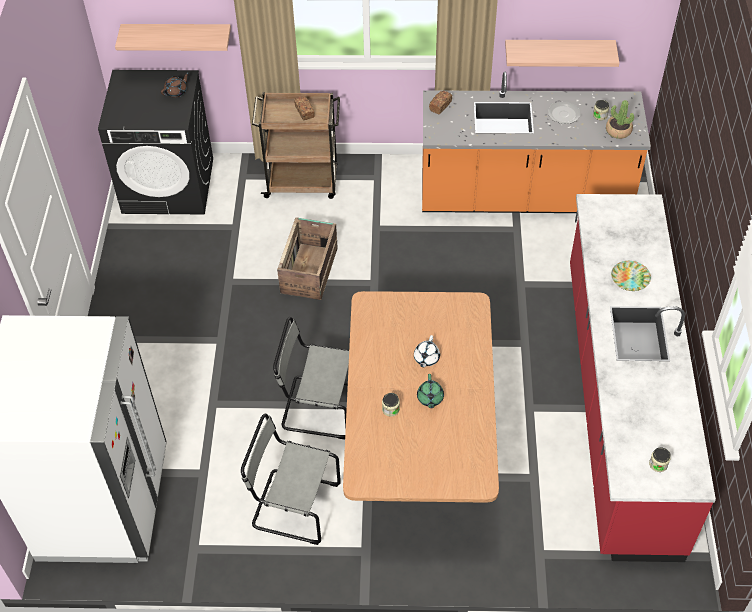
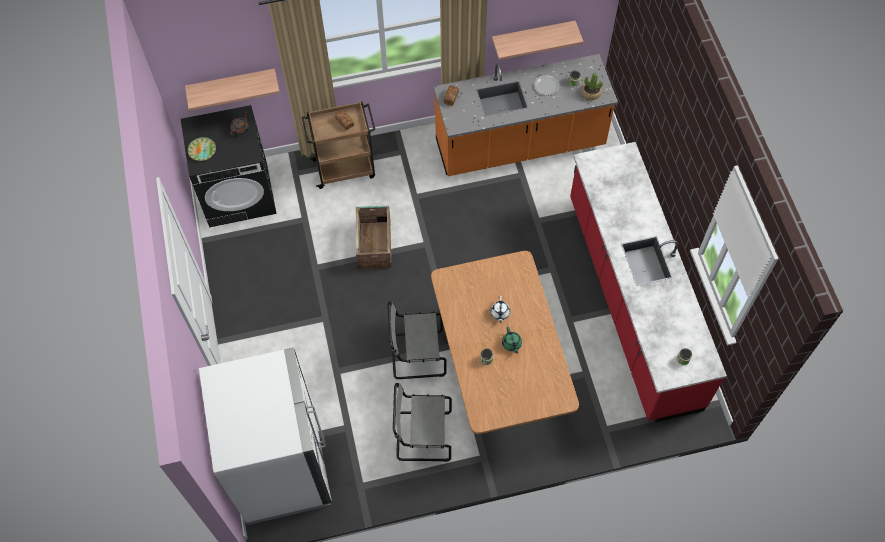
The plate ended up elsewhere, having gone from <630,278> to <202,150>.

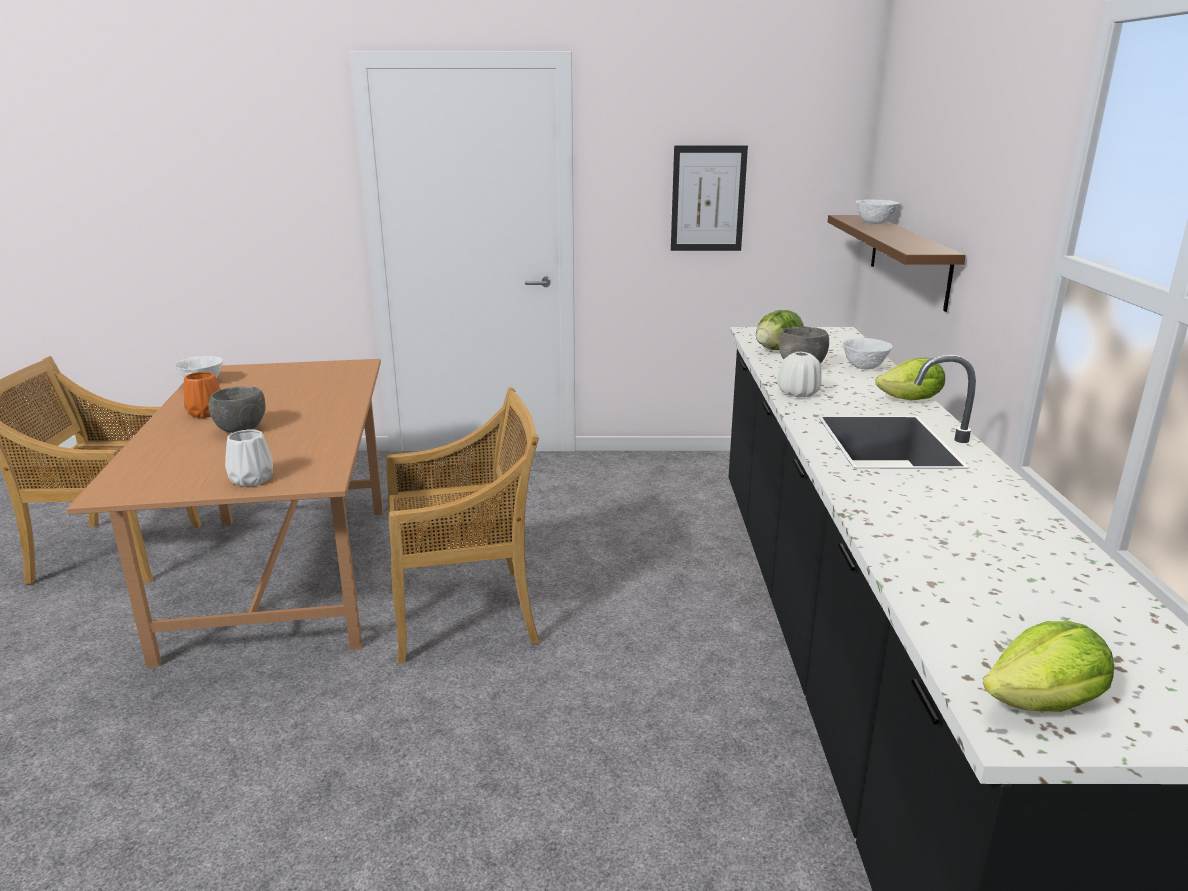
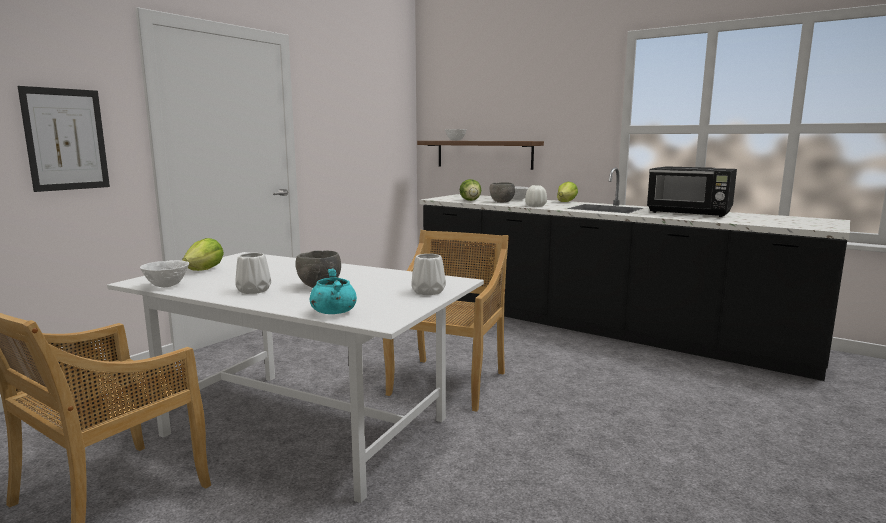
The wall picture ended up elsewhere, having gone from <708,199> to <66,139>. What was the dinner table (brownish) at <285,578> turned into the dinner table (white) at <309,426>. What was the decorative vase (orangey) at <207,413> turned into the decorative vase (white) at <254,290>. The lettuce head ended up elsewhere, having gone from <1043,704> to <205,270>. The second view gained the kitchen microwave (black-coloured) at <690,213>. The second view gained the saucepot (blue-green) at <333,312>.

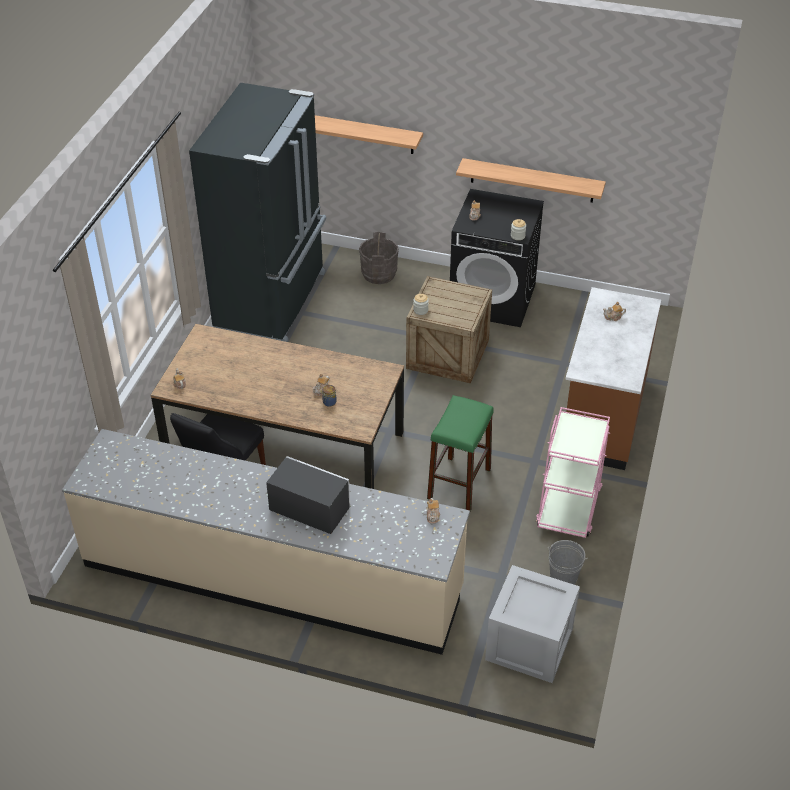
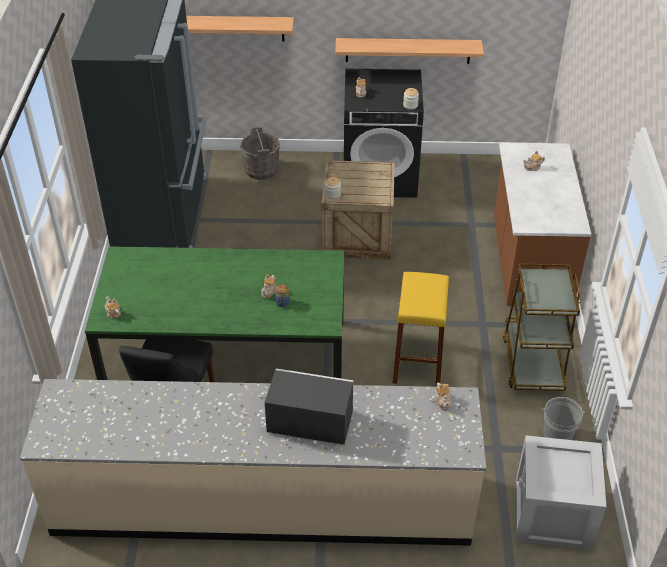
What was the dinner table (brownish) at <283,447> turned into the dinner table (green) at <226,359>. What was the sitting stool (green) at <459,483> turned into the sitting stool (yellow-coloured) at <418,361>. What was the wheeled cart (pink-coloured) at <568,506> turned into the wheeled cart (brownish) at <532,362>.

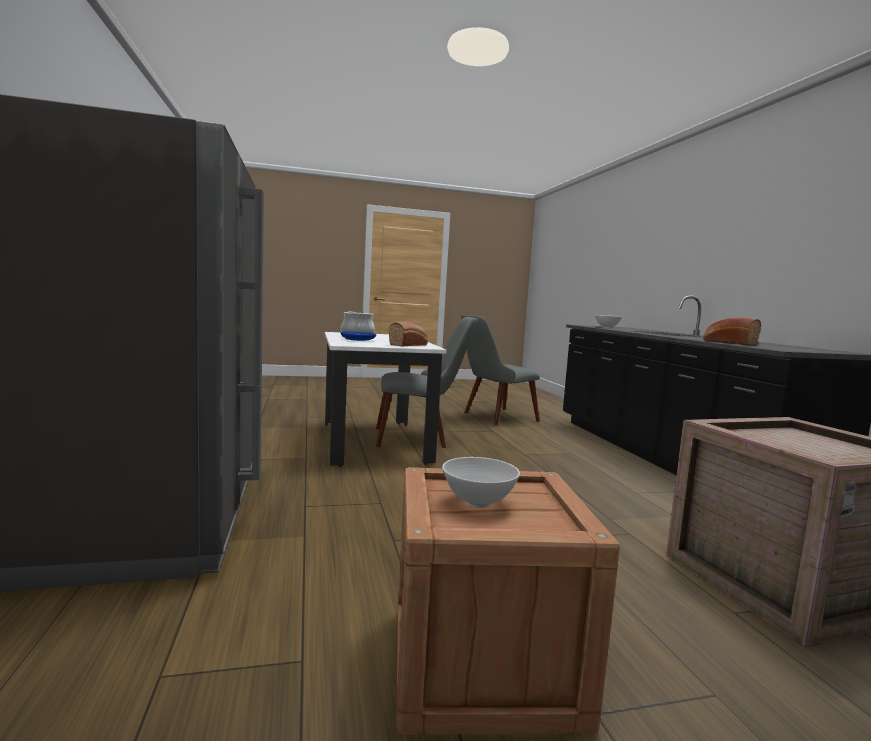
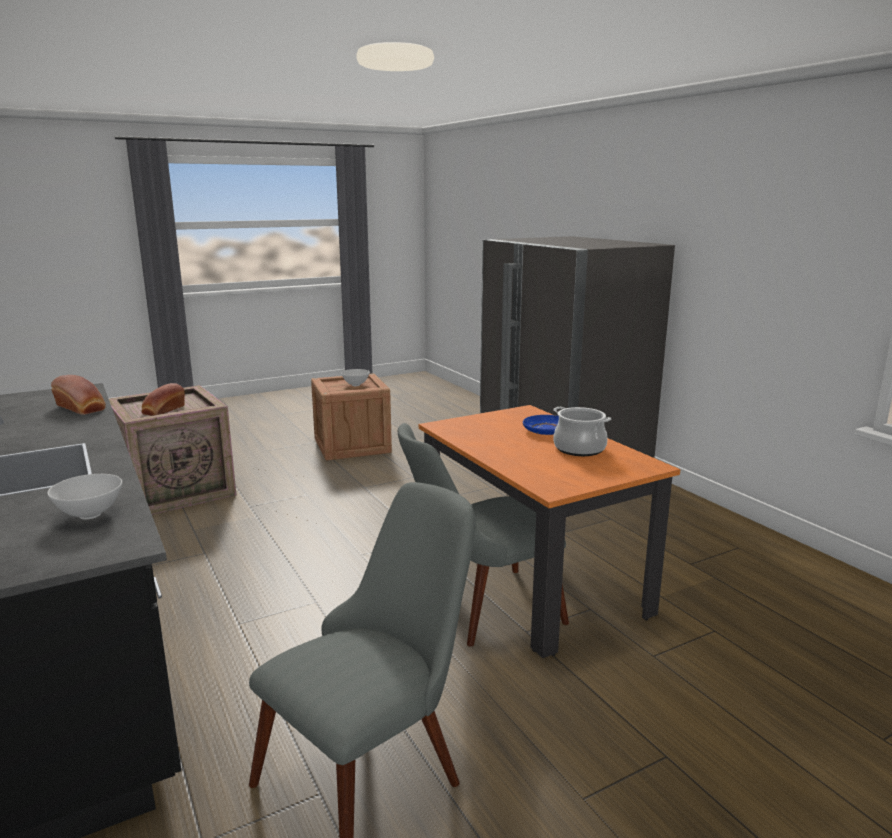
The bakery bread ended up elsewhere, having gone from <409,345> to <163,410>. What was the dinner table (white) at <373,441> turned into the dinner table (orangey) at <532,582>.

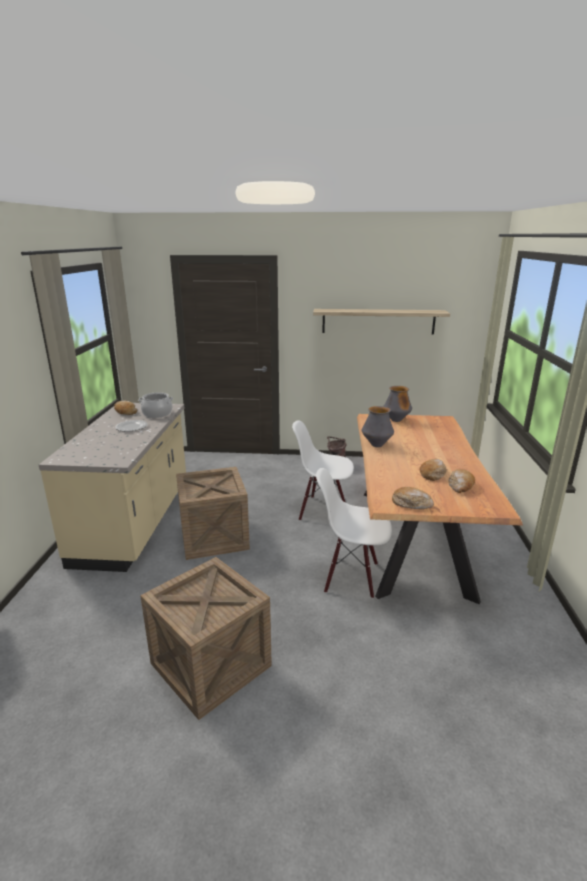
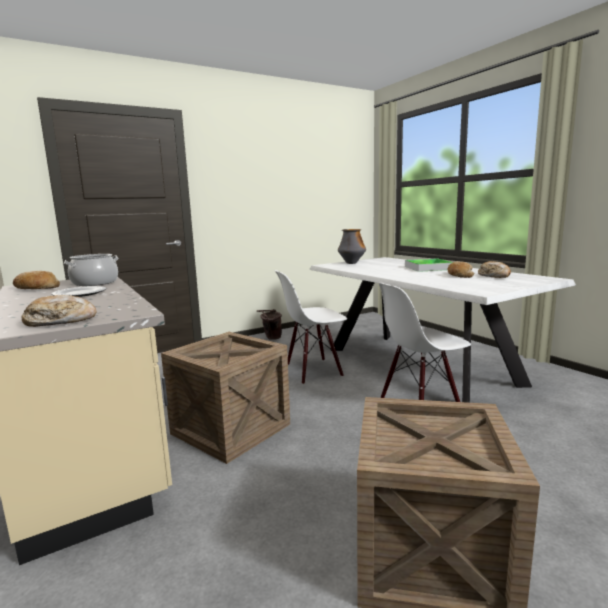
The second view lost the shelf at <378,321>. The second view lost the decorative vase at <376,445>. What was the dinner table (brownish) at <411,539> turned into the dinner table (white) at <417,366>. The bakery bread ended up elsewhere, having gone from <411,503> to <60,321>. The second view gained the carrying tray at <428,268>.

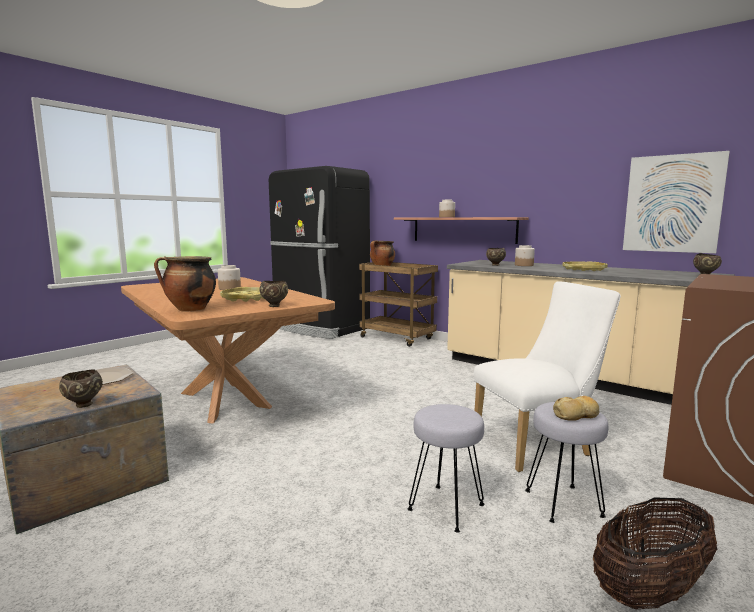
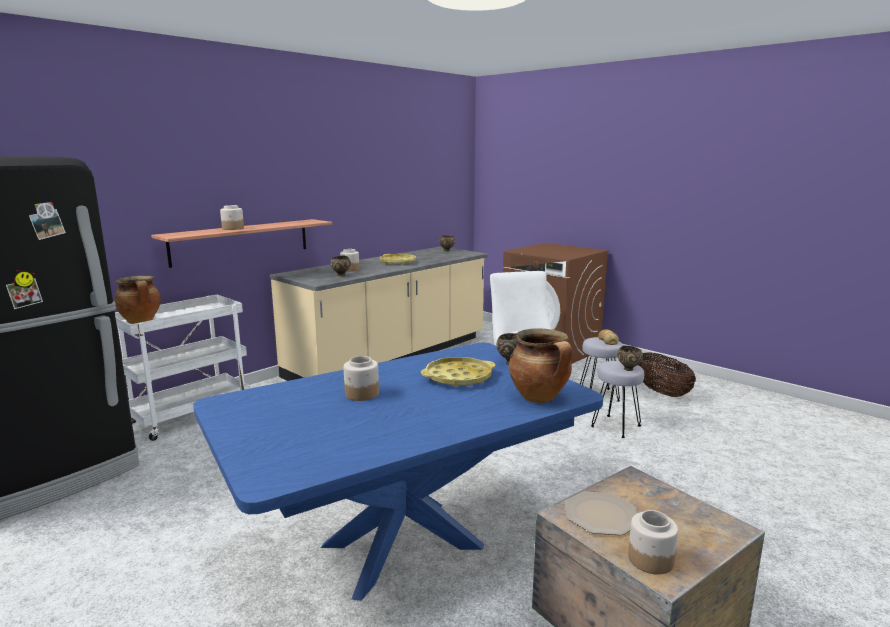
The second view lost the wall picture at <672,203>. What was the wheeled cart (brownish) at <398,338> turned into the wheeled cart (white) at <191,415>. What was the dinner table (brownish) at <224,400> turned into the dinner table (blue-coloured) at <403,547>. The bowl (brownish) ended up elsewhere, having gone from <83,405> to <629,369>. The second view gained the jar at <650,559>.

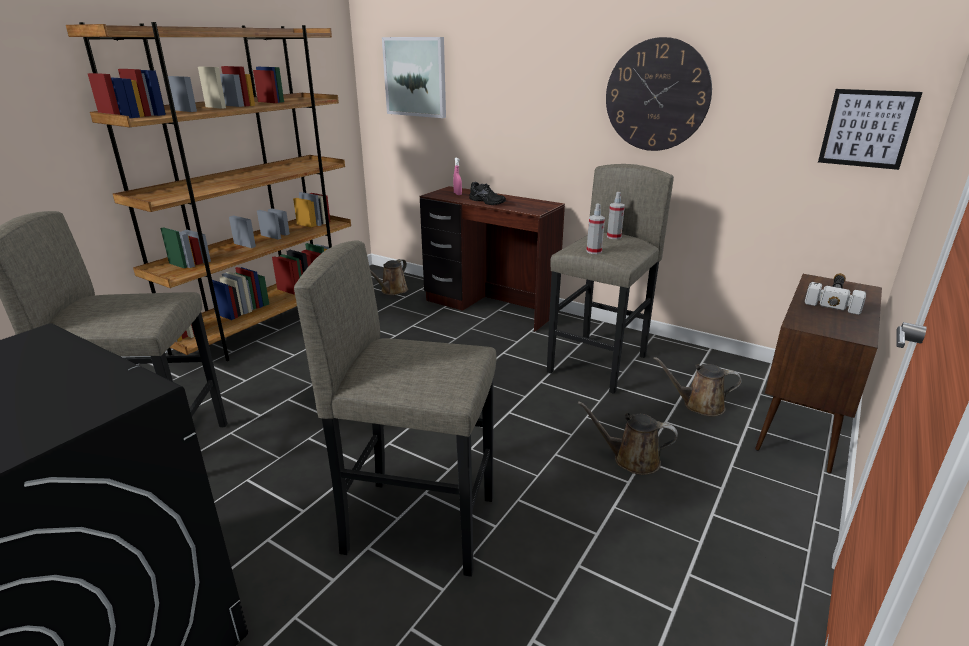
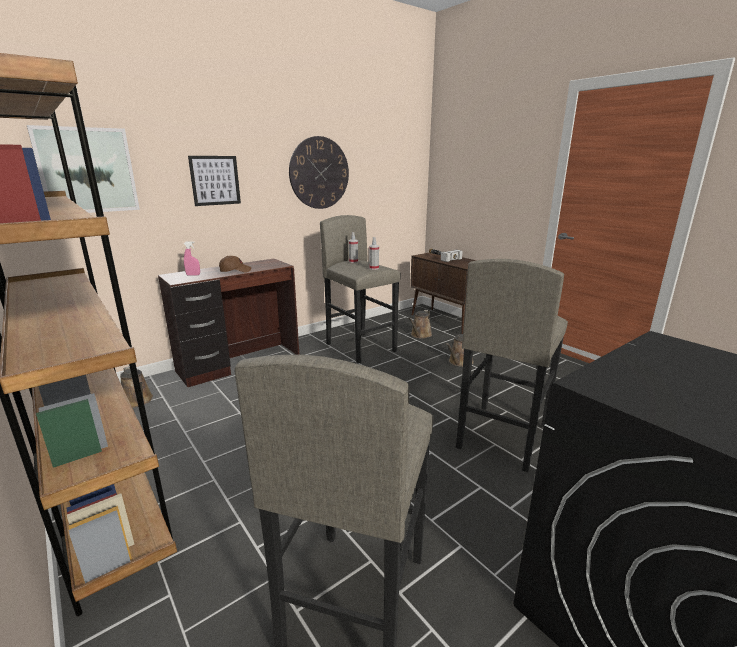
The wall picture ended up elsewhere, having gone from <867,128> to <215,180>. Where the low shoe (black-coloured) stood at <488,201>, the peaked cap (brownish) came to stand at <235,271>.

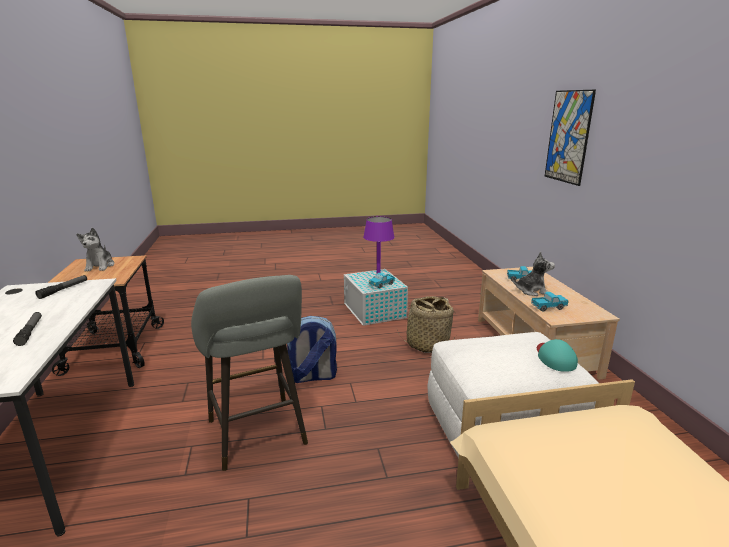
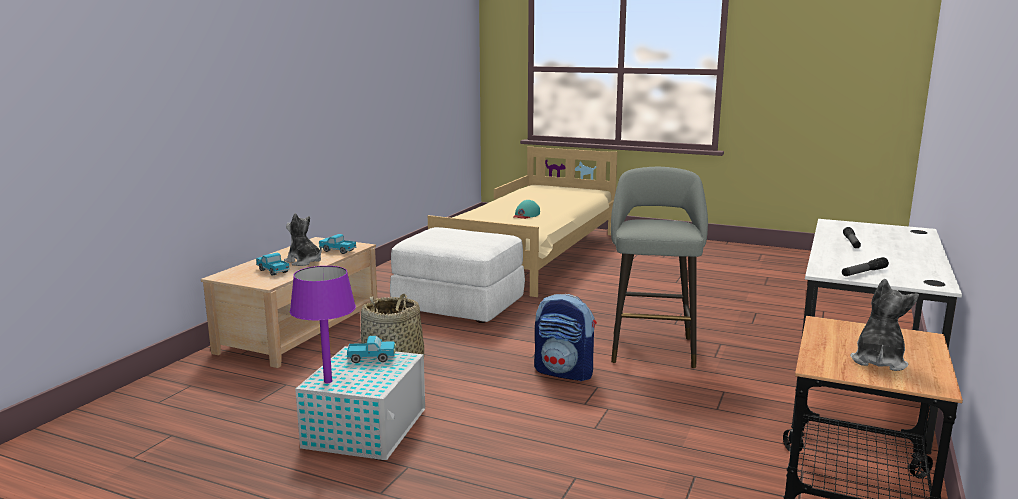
The second view lost the wall picture at <568,137>. The peaked cap (blue-green) ended up elsewhere, having gone from <554,358> to <526,215>.

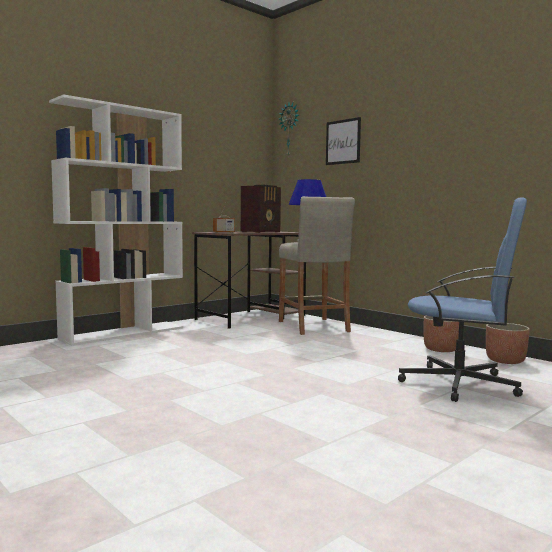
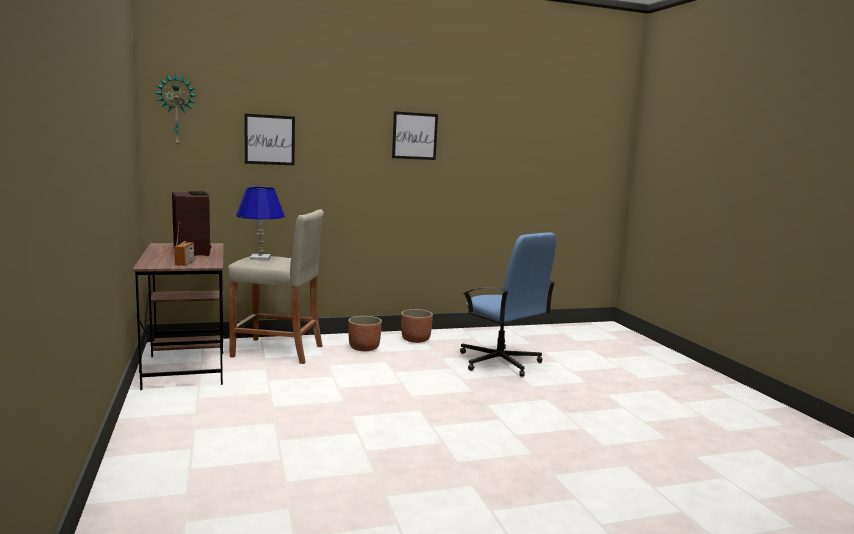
The second view lost the bookcase (white) at <123,333>. The desk chair (blue-coloured) at <460,384> ended up facing another way, 90 degrees clockwise from before. The planter ended up elsewhere, having gone from <505,360> to <364,348>. The second view gained the wall picture at <414,136>.

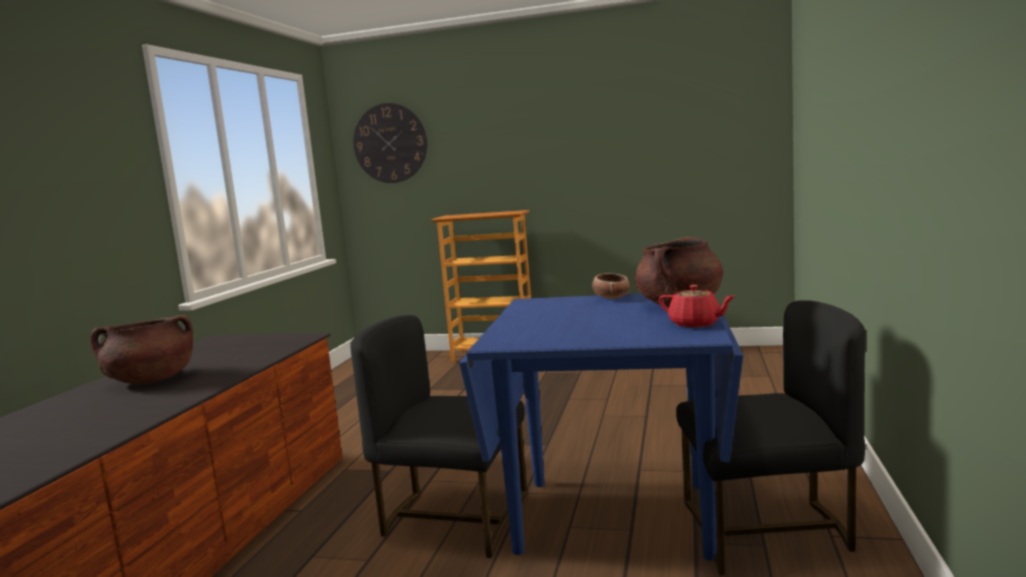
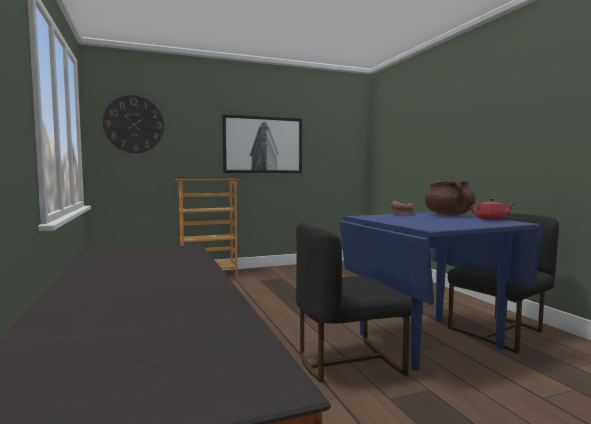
The second view lost the saucepot (brownish) at <151,380>. The second view gained the wall picture at <263,145>.

